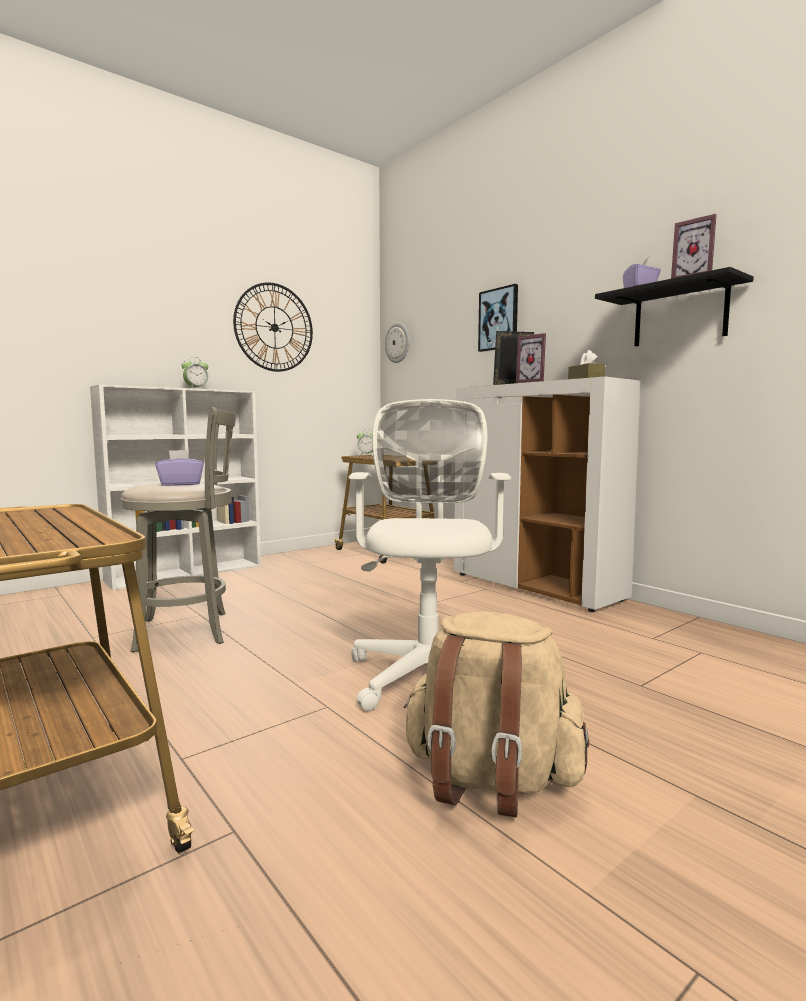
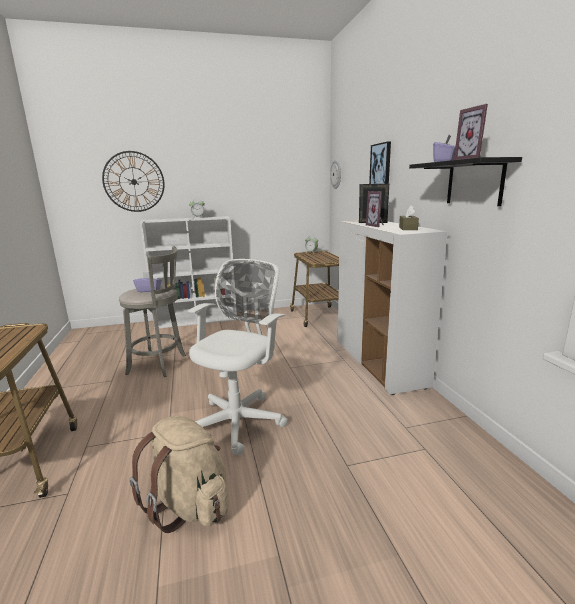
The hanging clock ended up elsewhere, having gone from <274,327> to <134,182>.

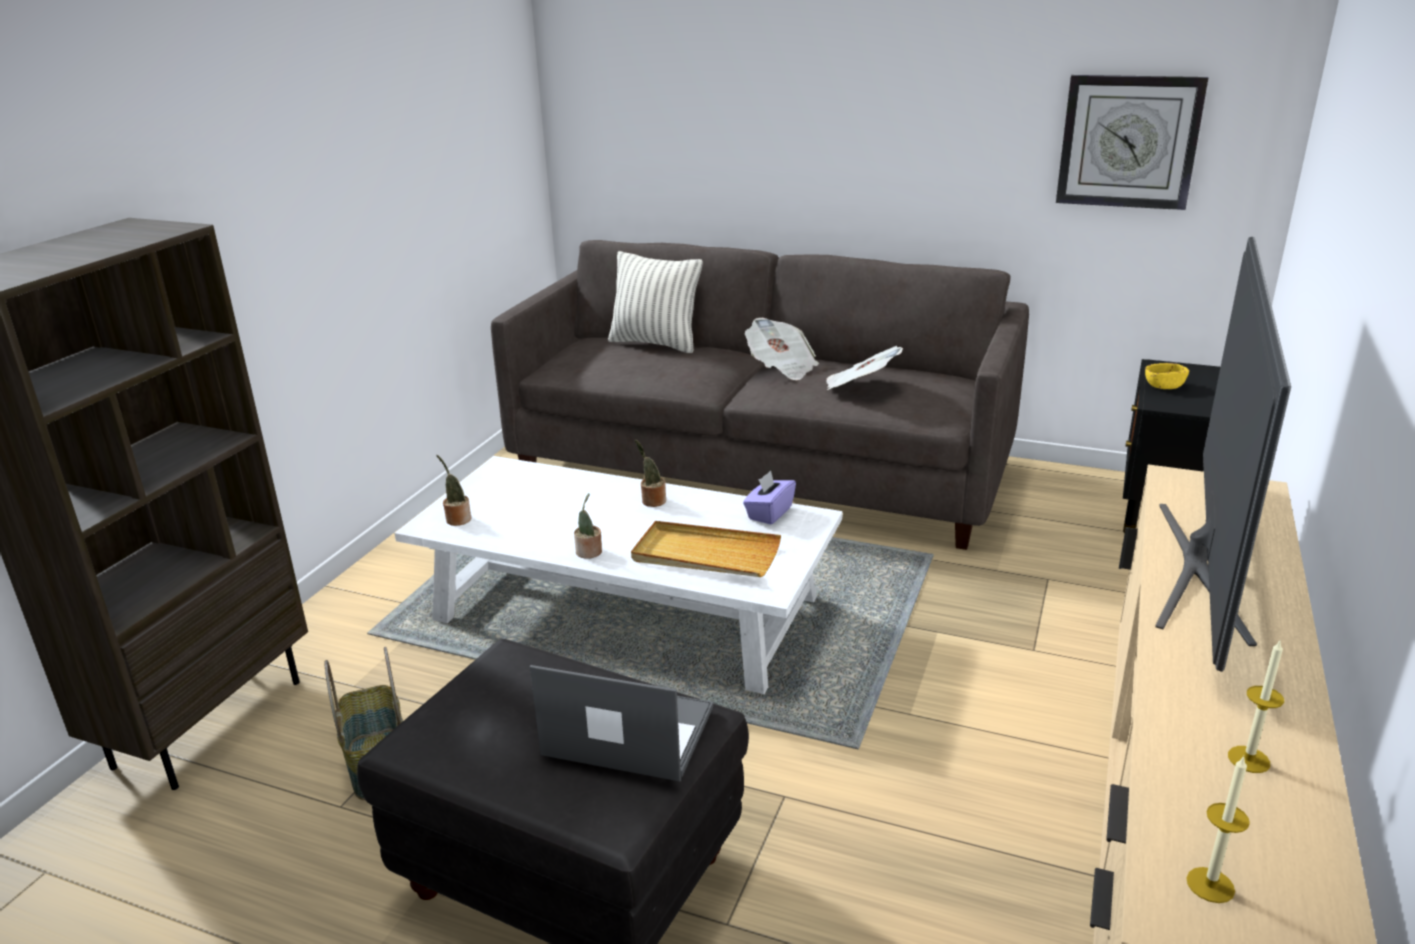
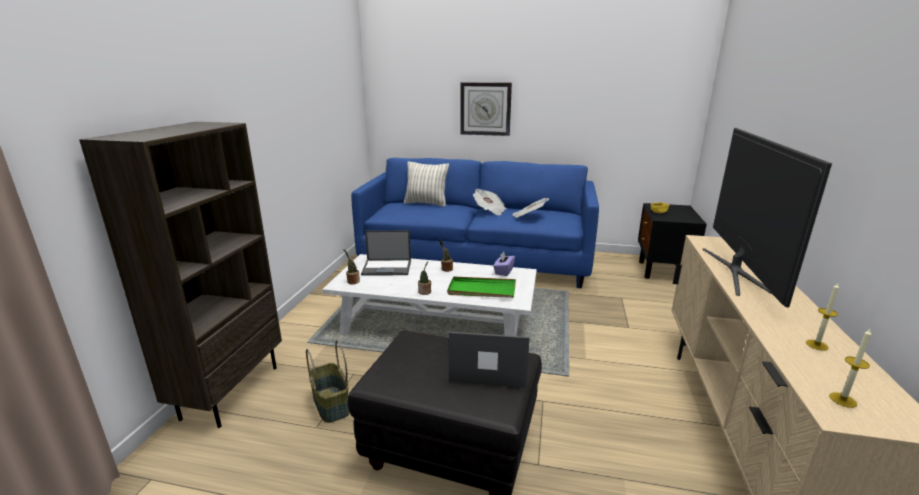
The hanging clock ended up elsewhere, having gone from <1128,142> to <485,109>. What was the sofa (gray) at <760,468> turned into the sofa (blue-coloured) at <476,260>. What was the carrying tray (beige) at <705,555> turned into the carrying tray (green) at <481,290>. The second view gained the laptop at <387,267>.

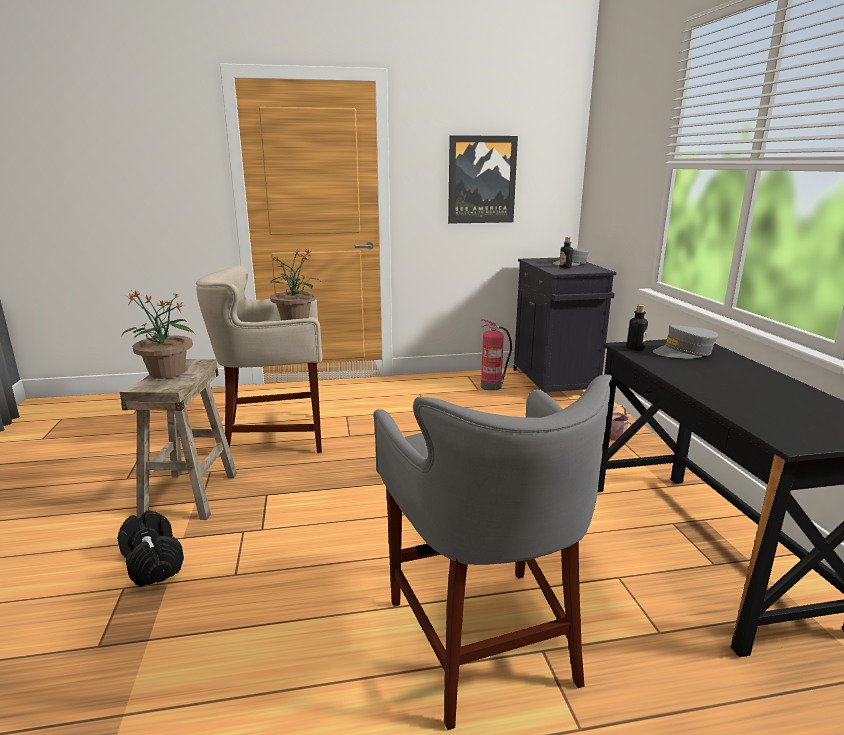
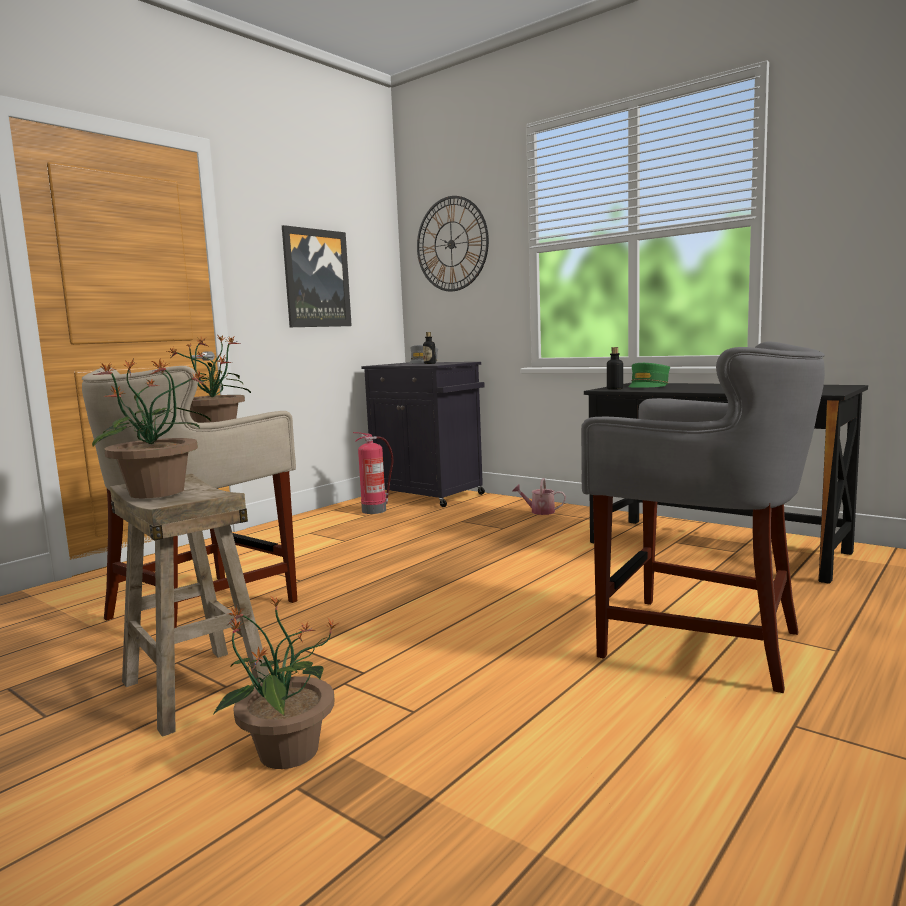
What was the peaked cap (gray) at <684,352> turned into the peaked cap (green) at <648,386>. Where the hand weight (black-coloured) stood at <153,562>, the plant in a pot came to stand at <286,752>. The second view gained the hanging clock at <451,244>.

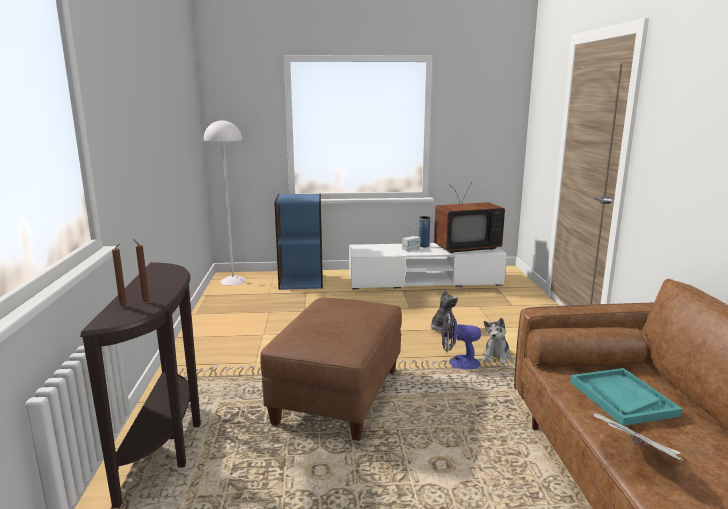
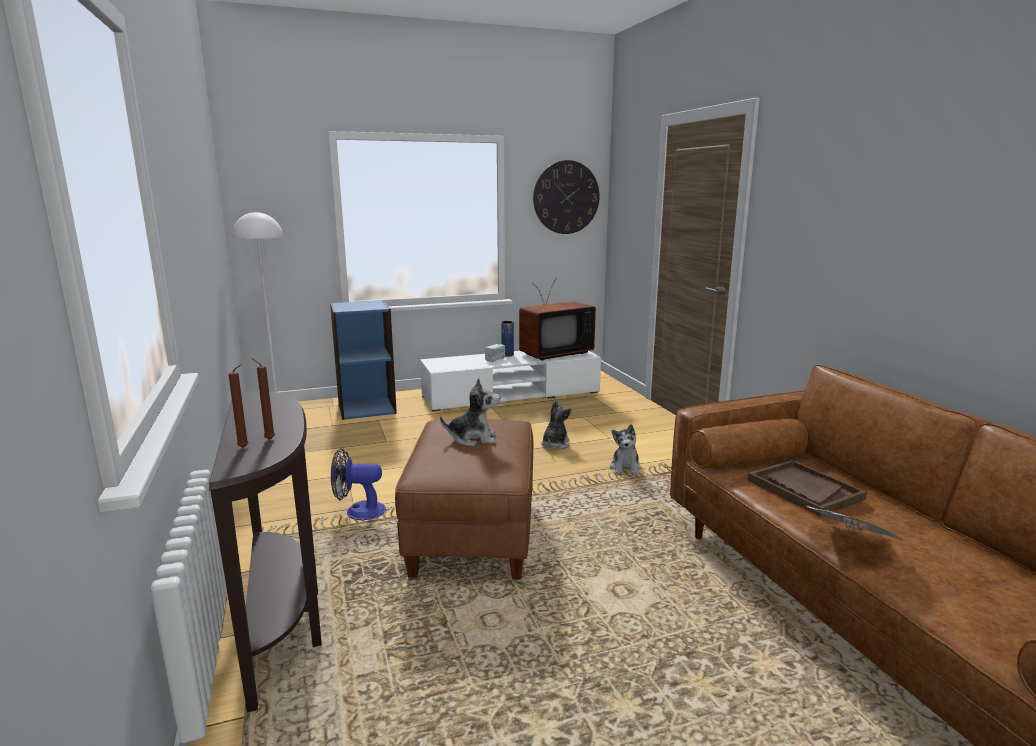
The electric fan ended up elsewhere, having gone from <458,362> to <358,511>. What was the carrying tray (blue-green) at <622,398> turned into the carrying tray (brownish) at <804,489>. The second view gained the hanging clock at <566,197>. The second view gained the plush toy at <473,439>.

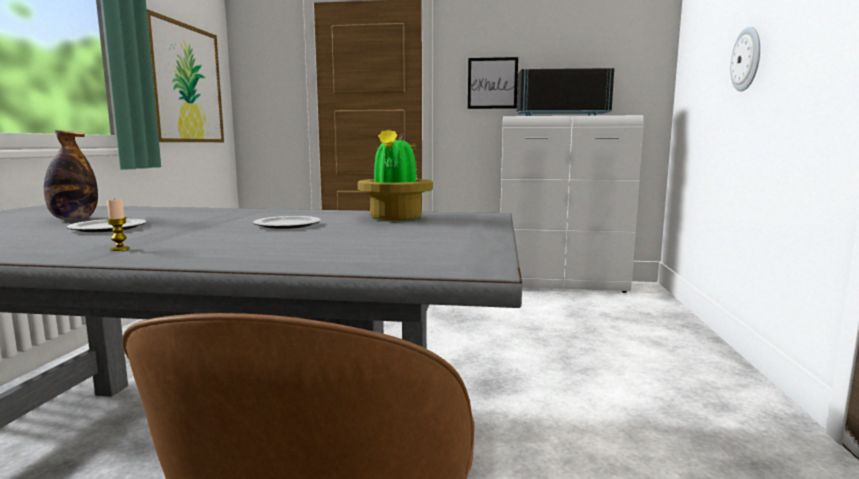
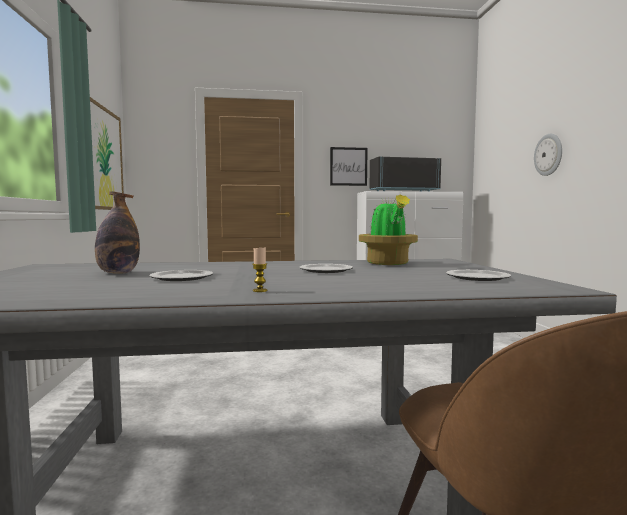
The second view gained the plate at <477,277>.

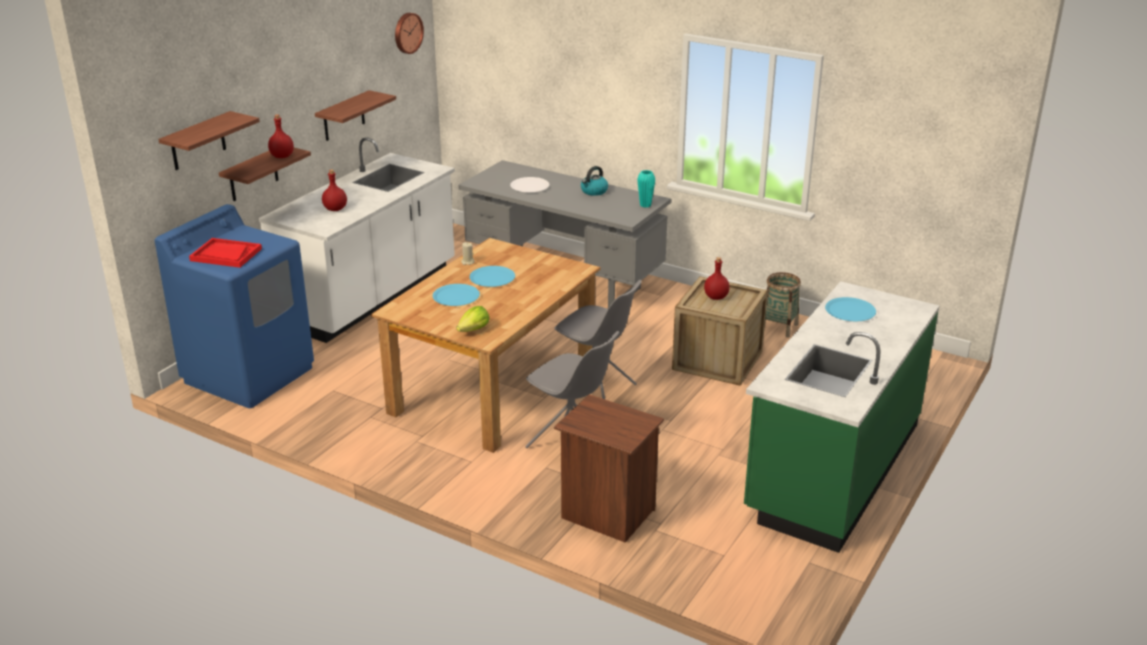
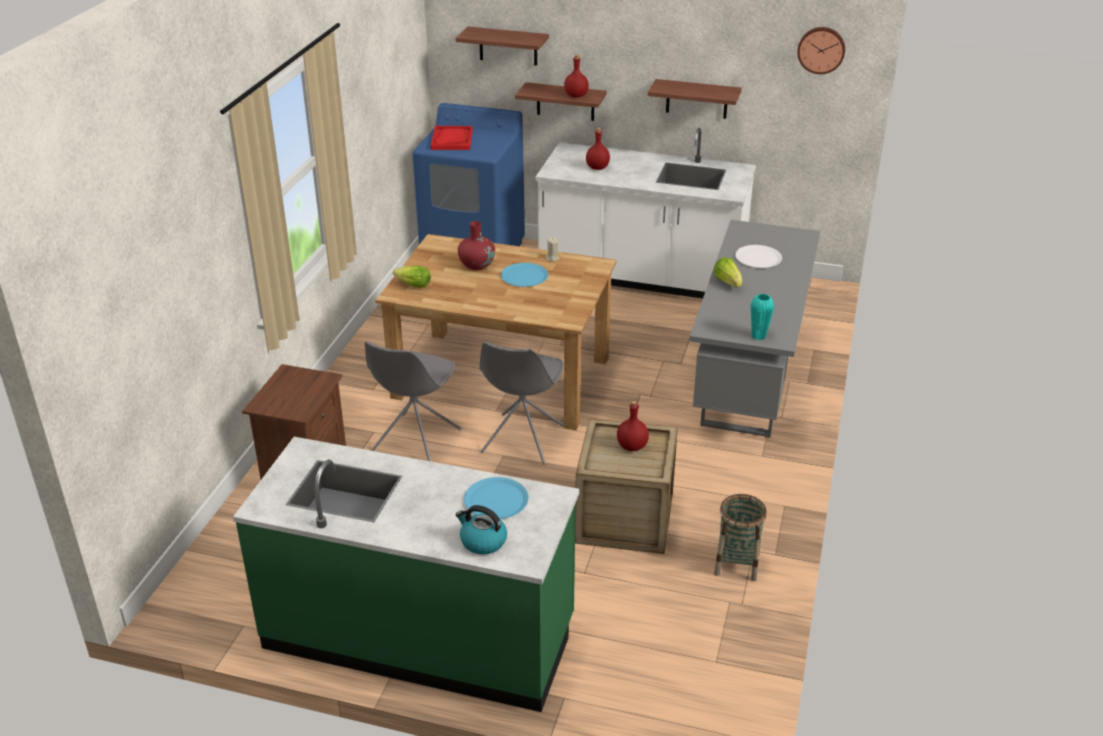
The tea kettle ended up elsewhere, having gone from <594,191> to <482,541>. Where the plate (blue-coloured) stood at <456,296>, the decorative vase (red-coloured) came to stand at <477,265>. The second view gained the lettuce head at <728,282>.

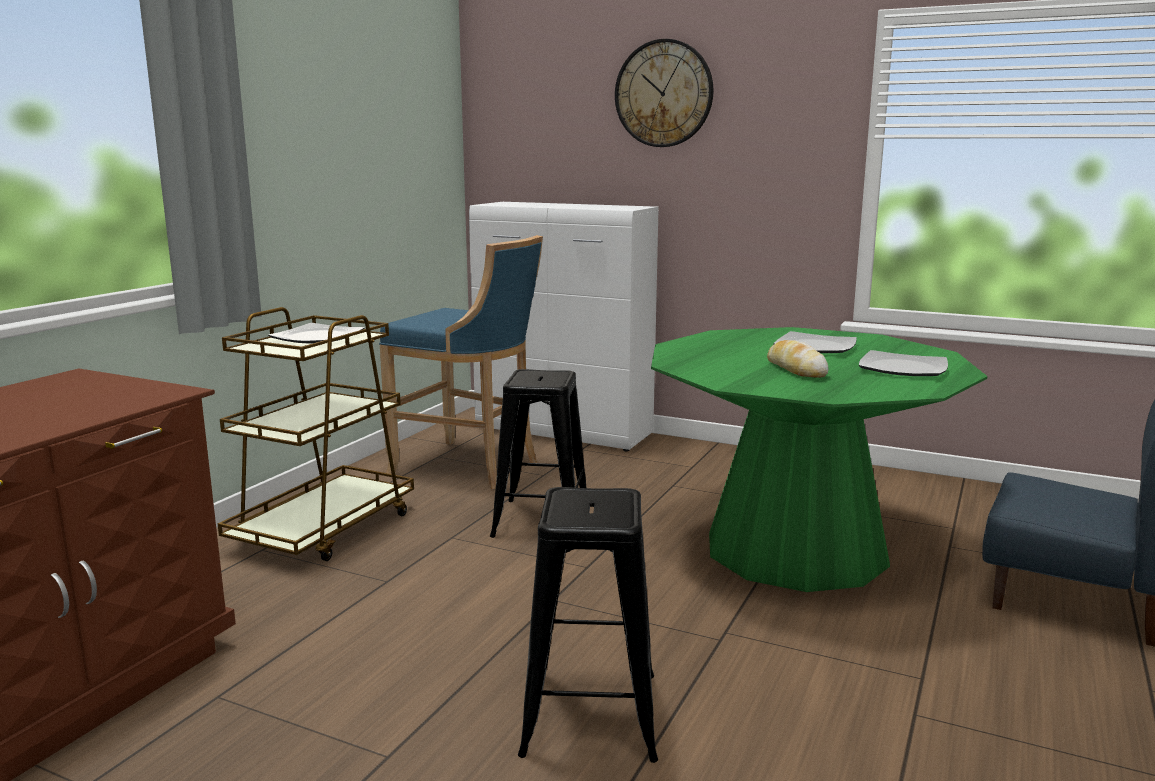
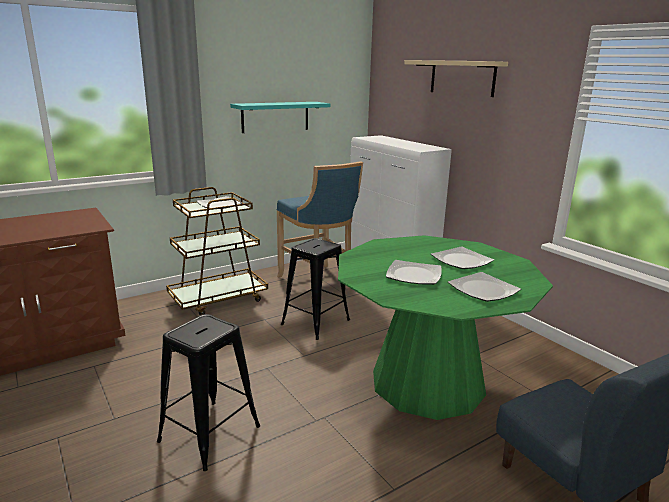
Where the hanging clock hung at <664,93>, the shelf (beige) came to hang at <462,78>. Where the bakery bread stood at <796,369>, the plate came to stand at <413,275>. The second view gained the shelf (blue-green) at <275,117>.

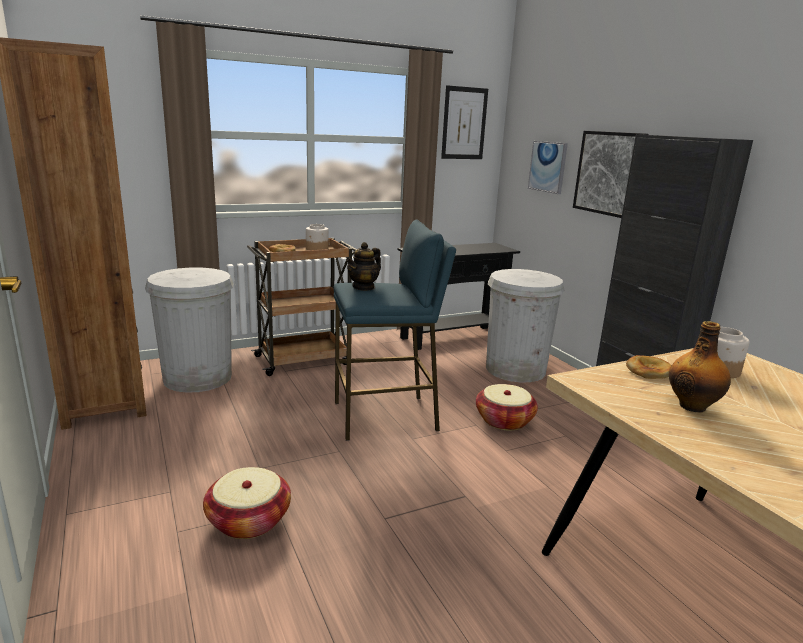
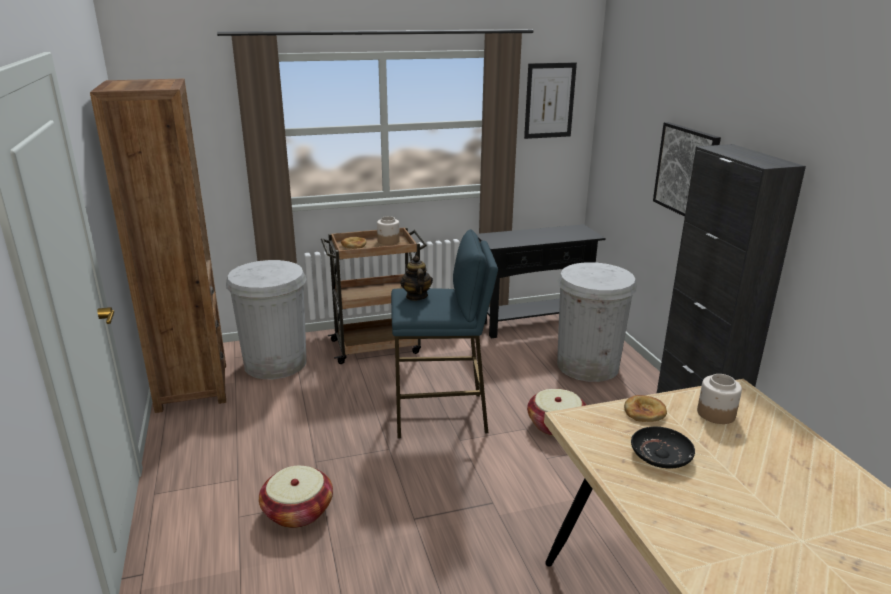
The second view lost the wall picture at <548,167>. The pot for tea at <363,287> ended up facing another way, 120 degrees clockwise from before. Where the drink bottle stood at <693,406>, the plate (black-coloured) came to stand at <661,455>.

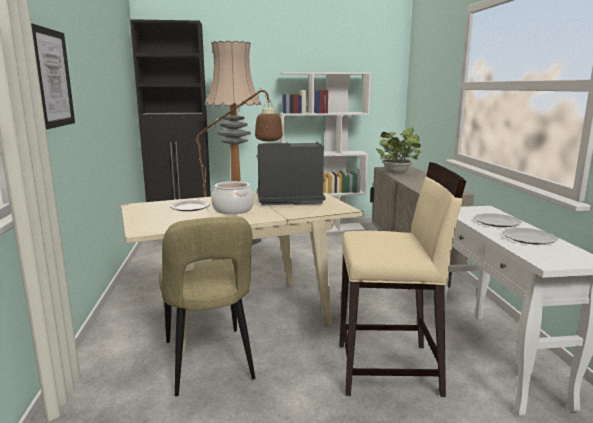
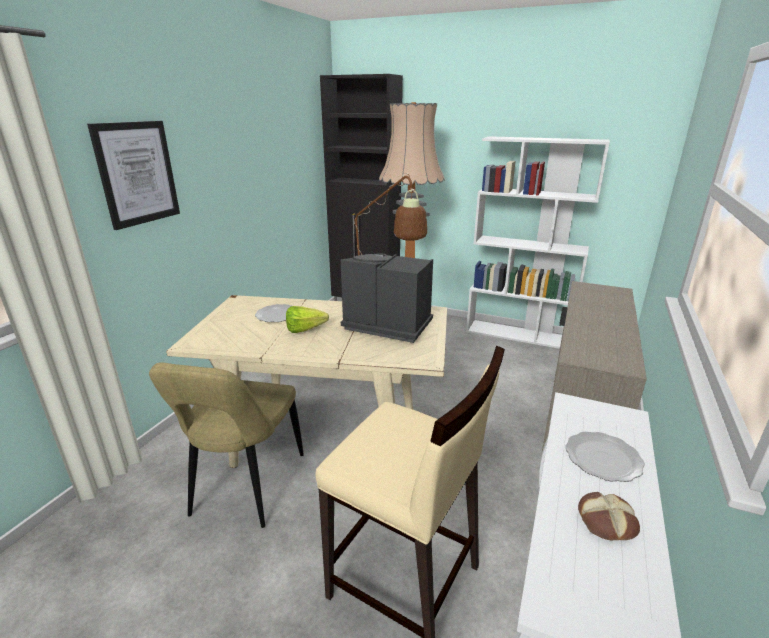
The second view lost the plant in a pot at <398,173>. Where the saucepot stood at <232,210>, the lettuce head came to stand at <308,330>. Where the plate stood at <529,238>, the bakery bread came to stand at <606,522>.

